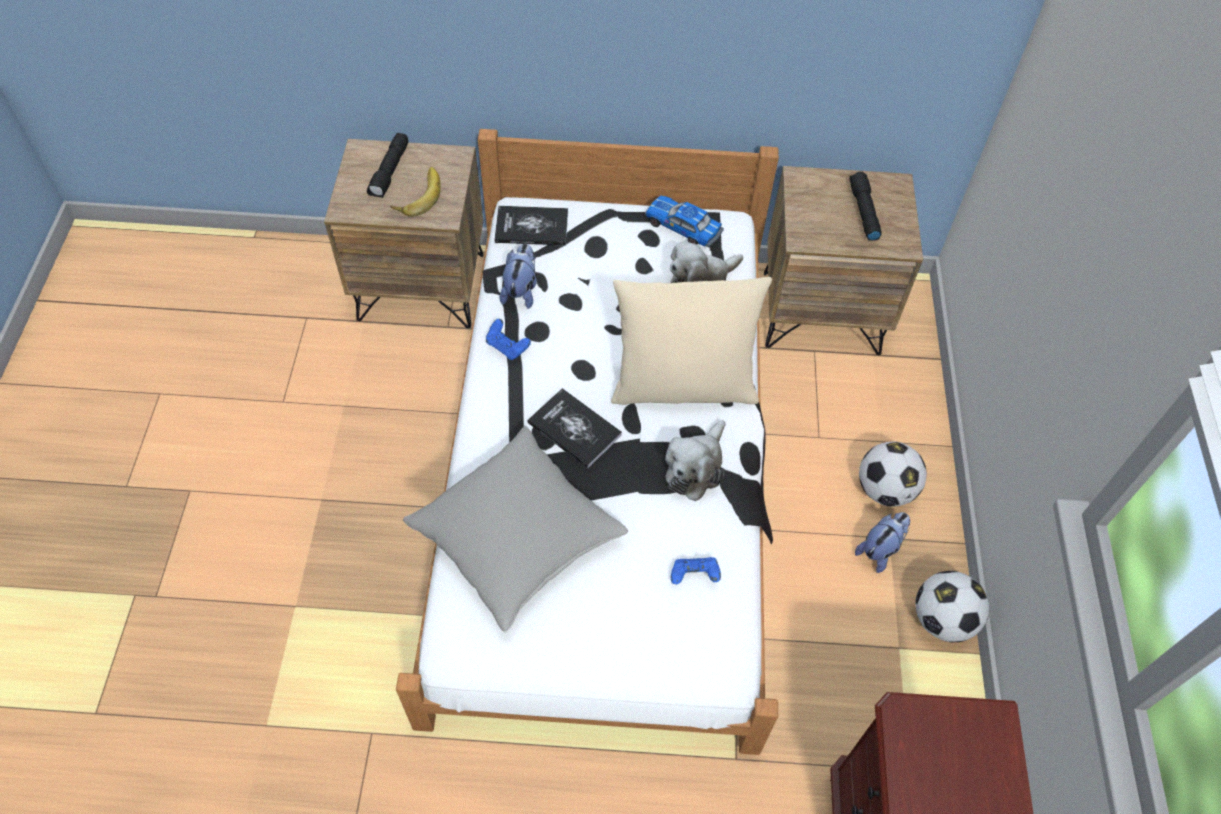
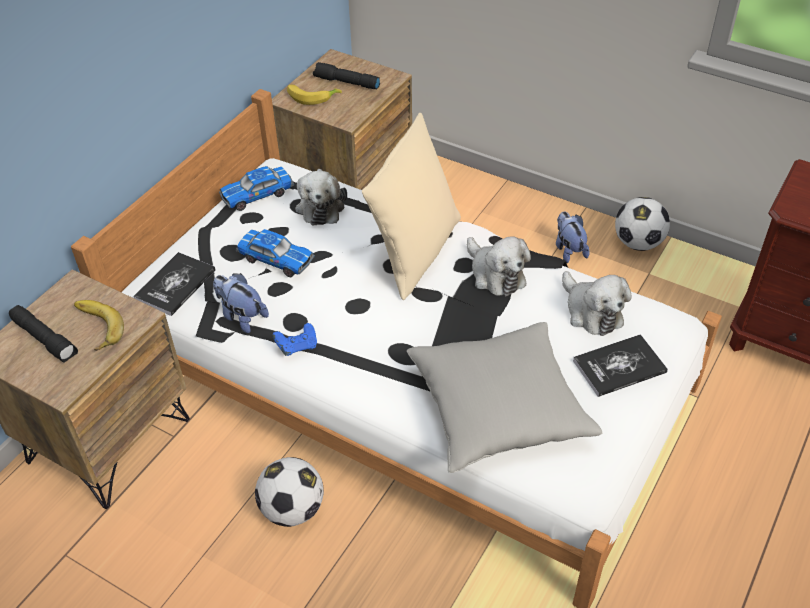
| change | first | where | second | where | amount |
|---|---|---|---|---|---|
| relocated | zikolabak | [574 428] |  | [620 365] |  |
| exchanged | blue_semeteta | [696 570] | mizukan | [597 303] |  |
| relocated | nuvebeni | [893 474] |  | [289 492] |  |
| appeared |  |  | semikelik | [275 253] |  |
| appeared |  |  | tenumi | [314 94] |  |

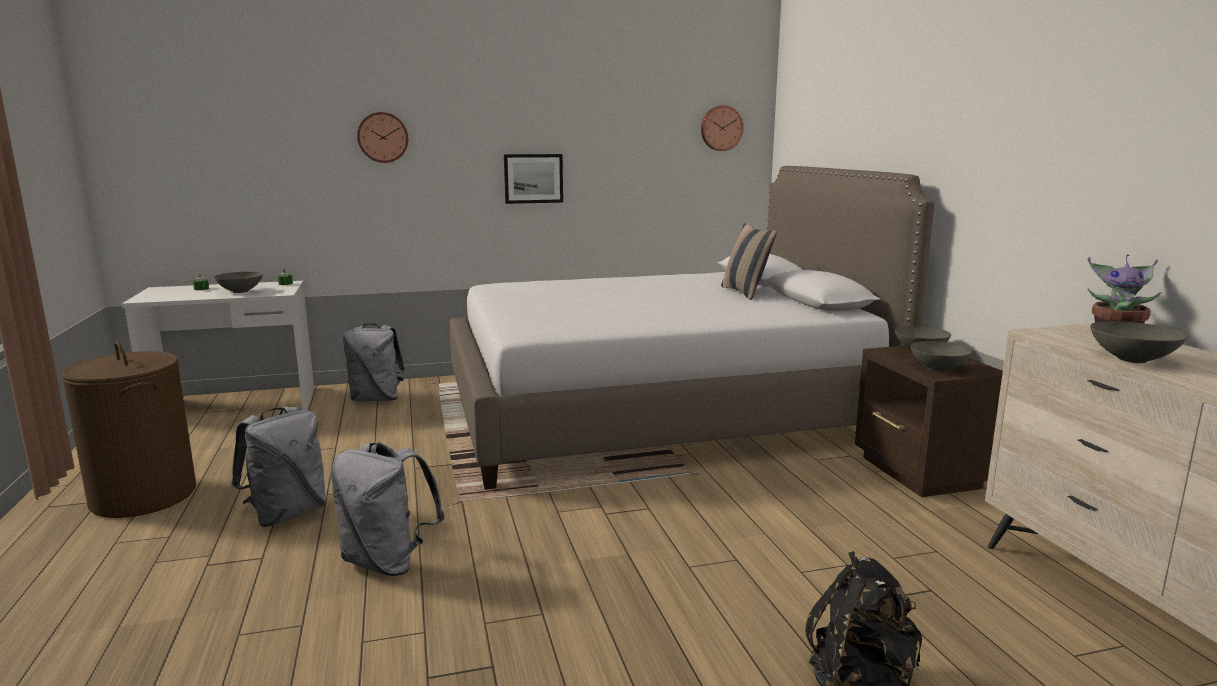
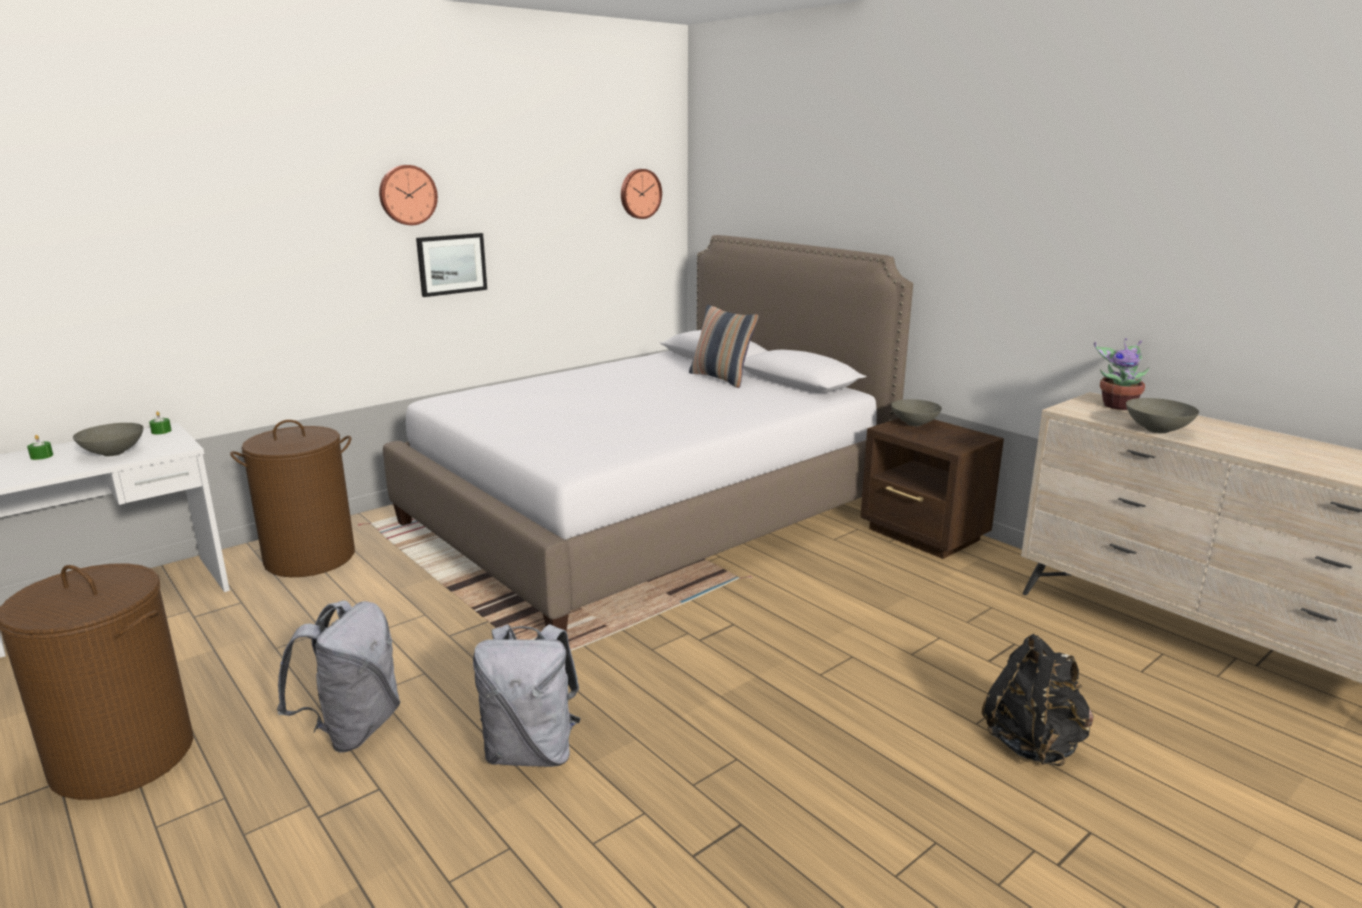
| change | first | where | second | where | amount |
|---|---|---|---|---|---|
| exchanged | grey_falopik | [374 362] | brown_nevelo | [292 498] |  |
| relocated | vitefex | [382 137] |  | [408 195] |  |
| missing | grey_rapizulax | [941 356] |  |  |  |

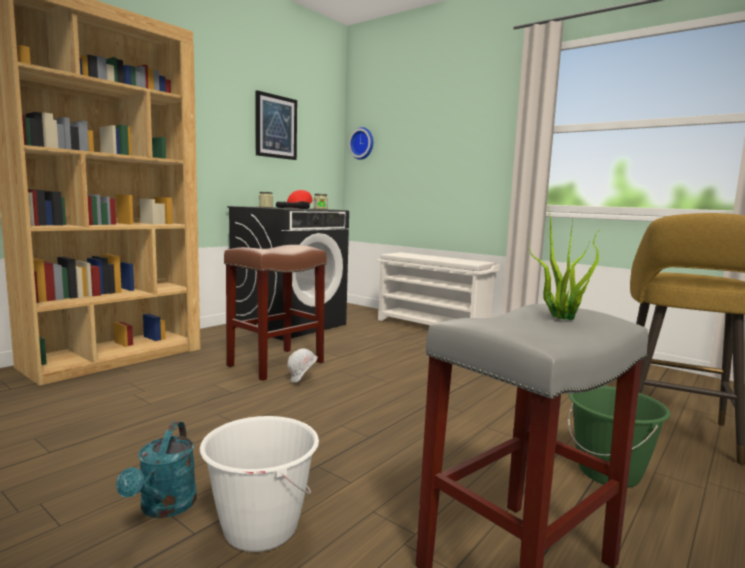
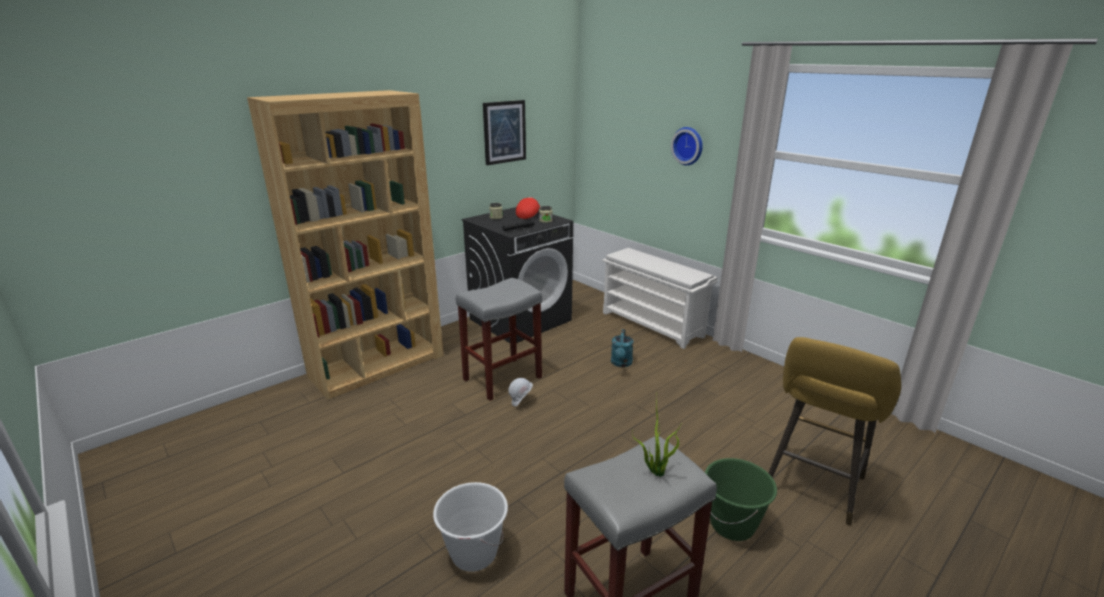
| change | first | where | second | where | amount |
|---|---|---|---|---|---|
| relocated | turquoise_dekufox | [156 470] |  | [622 348] |  |
| colour | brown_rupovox | [275 313] | grey_rupovox | [499 339] |  |
| relocated | vitefex | [360 143] |  | [687 146] |  |

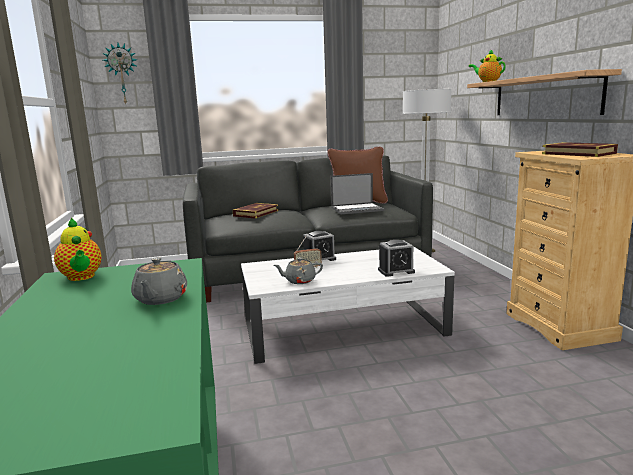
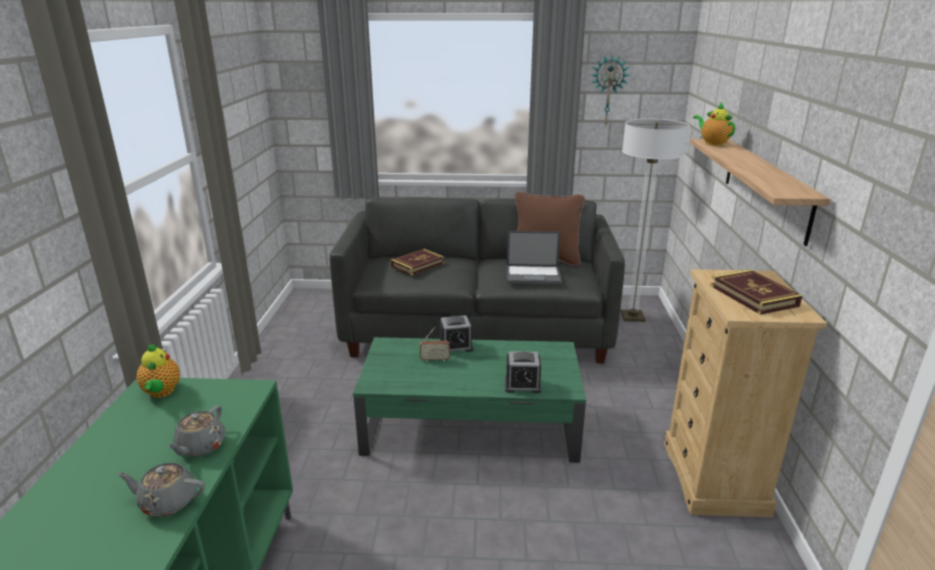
| change | first | where | second | where | amount |
|---|---|---|---|---|---|
| relocated | vitefex | [120 73] |  | [610 90] |  |
| colour | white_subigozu | [348 305] | green_subigozu | [469 400] |  |
| relocated | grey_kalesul | [298 270] |  | [161 490] |  |

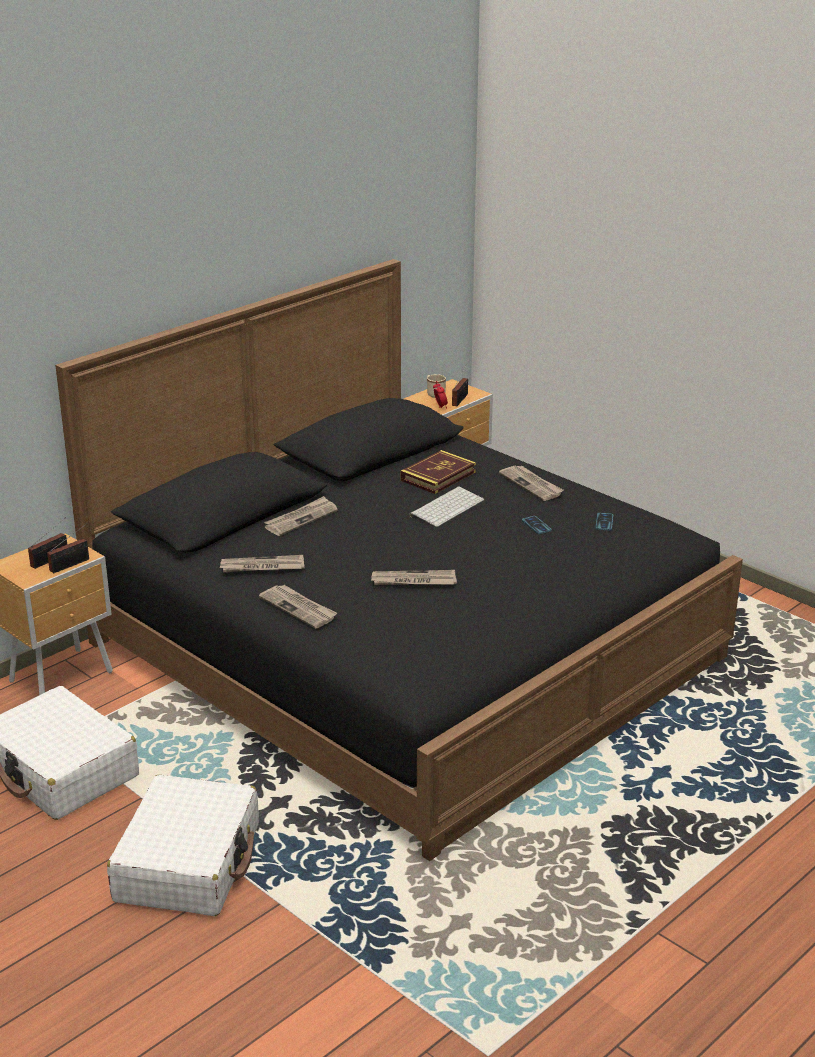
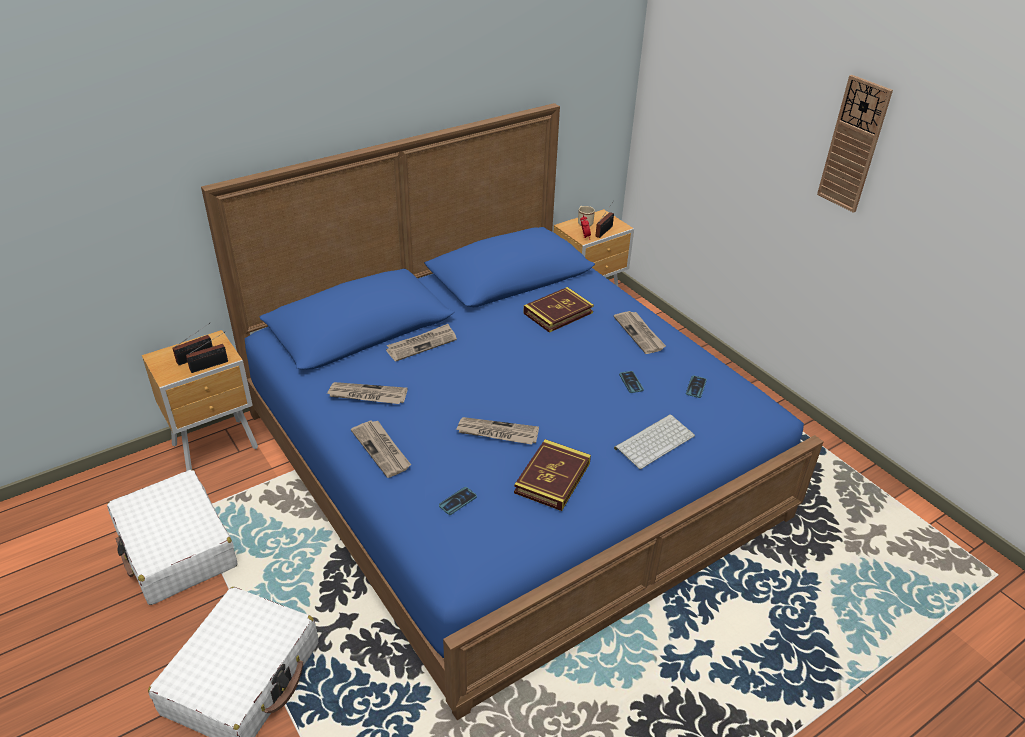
| change | first | where | second | where | amount |
|---|---|---|---|---|---|
| colour | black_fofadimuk | [399 560] | blue_fofadimuk | [512 411] |  |
| relocated | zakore | [446 507] |  | [654 441] |  |
| appeared |  |  | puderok | [458 501] |  |
| appeared |  |  | zikolabak | [552 475] |  |
| appeared |  |  | vitefex | [855 144] |  |

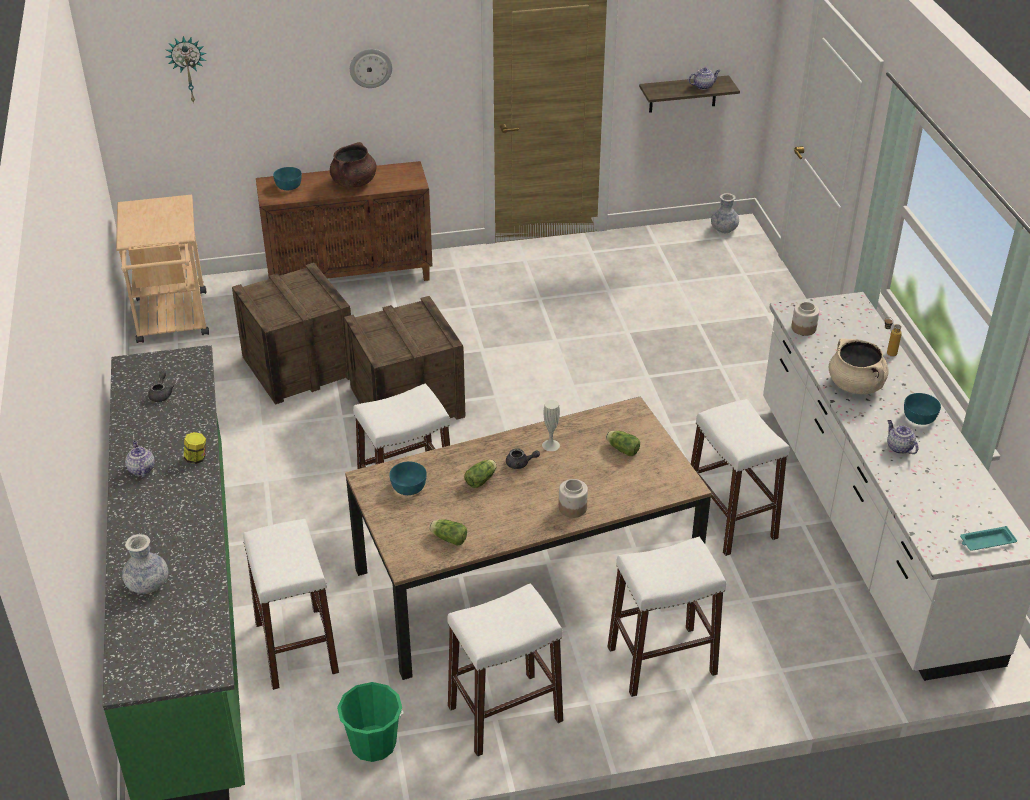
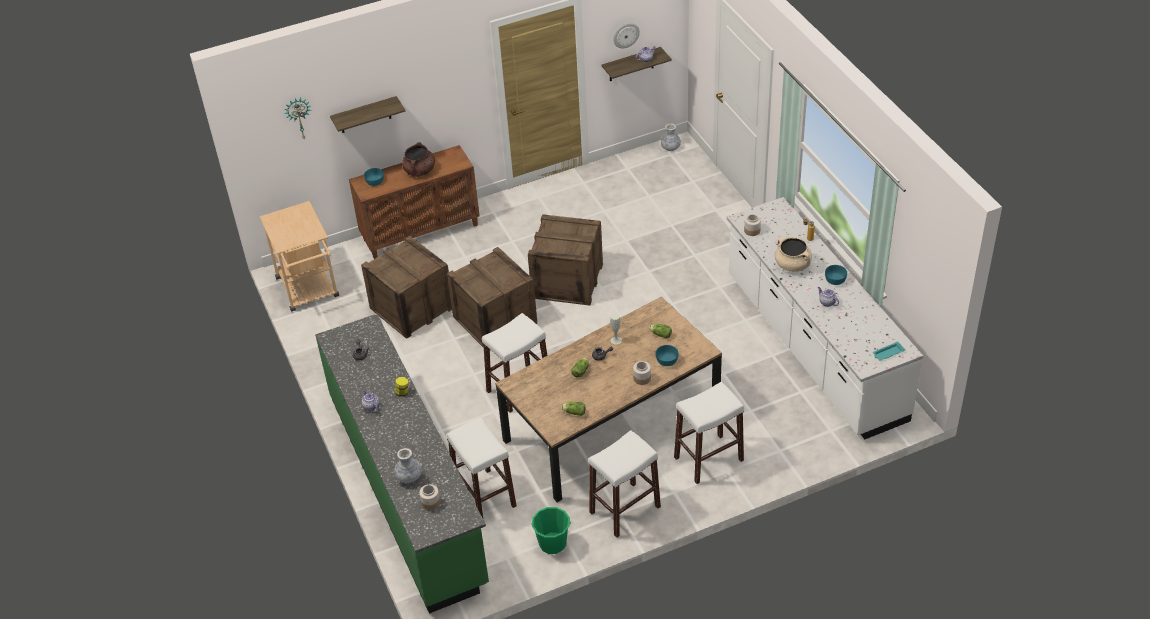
| change | first | where | second | where | amount |
|---|---|---|---|---|---|
| relocated | vitefex | [371 68] |  | [626 36] |  |
| relocated | turquoise_rapizulax | [408 478] |  | [667 355] |  |
| missing | white_rupovox | [740 477] |  |  |  |
| appeared |  |  | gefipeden | [367 114] |  |
| appeared |  |  | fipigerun | [429 497] |  |
| appeared |  |  | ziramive | [565 260] |  |

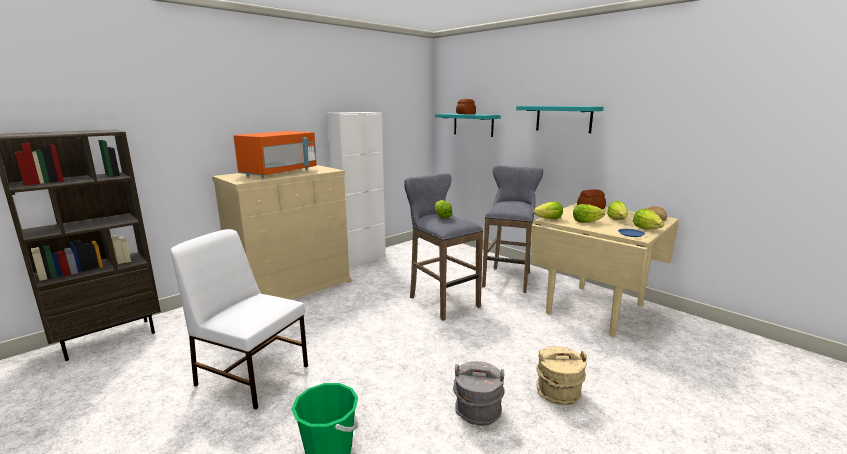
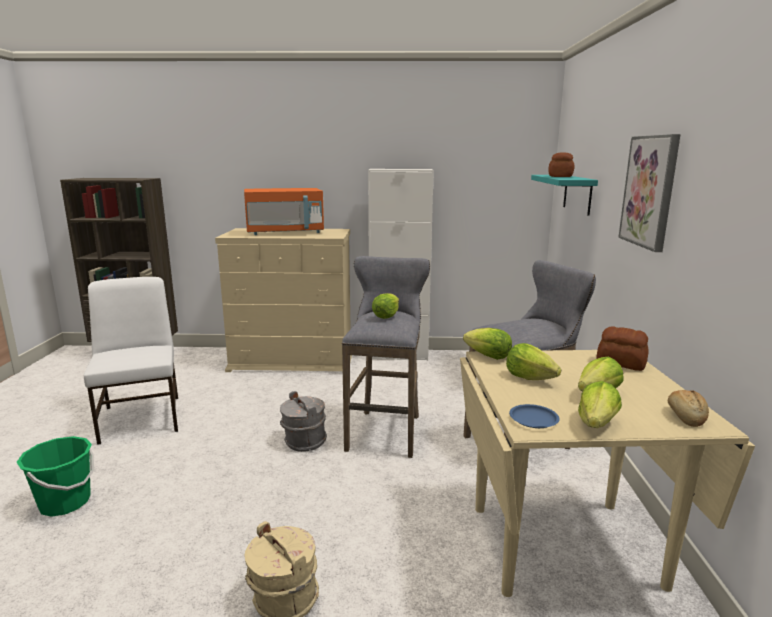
| change | first | where | second | where | amount |
|---|---|---|---|---|---|
| relocated | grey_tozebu | [478 393] |  | [303 421] |  |
| exchanged | turquoise_gefipeden | [559 119] | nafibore | [649 193] |  |

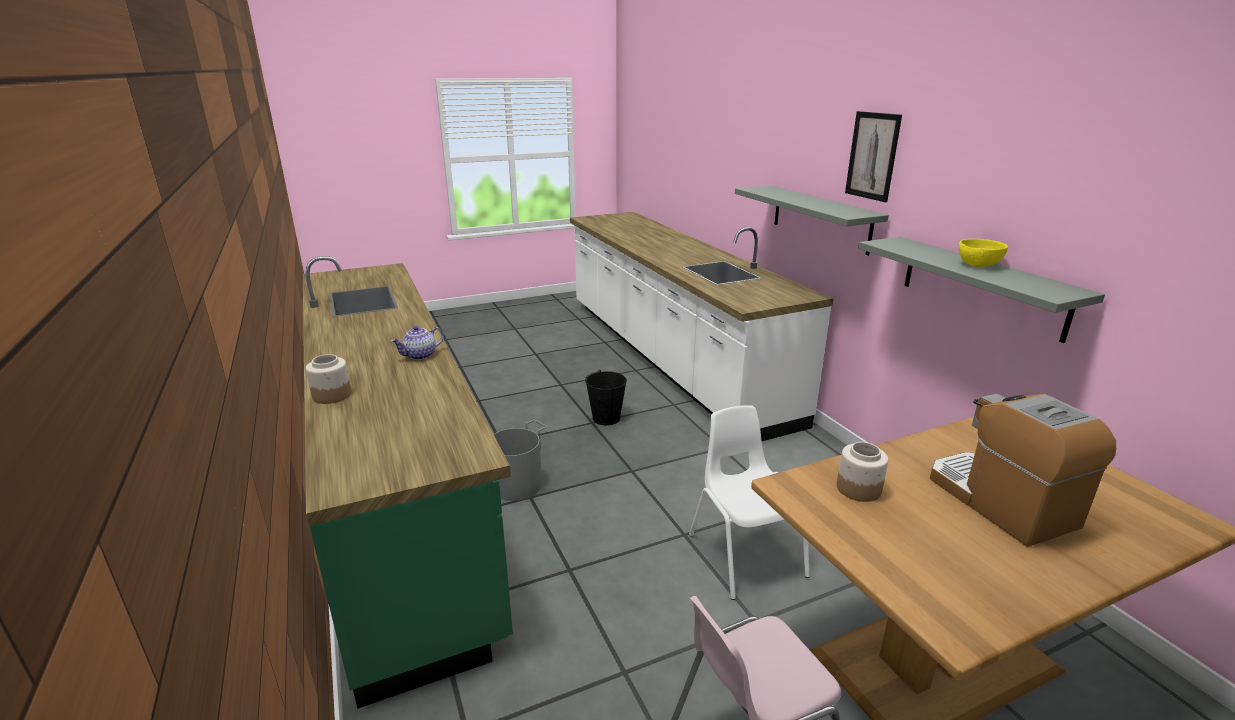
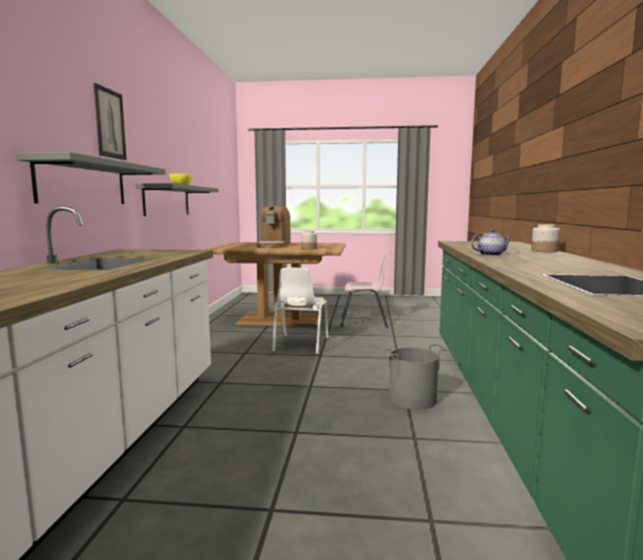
| change | first | where | second | where | amount |
|---|---|---|---|---|---|
| missing | black_tozebu | [606 397] |  |  |  |

